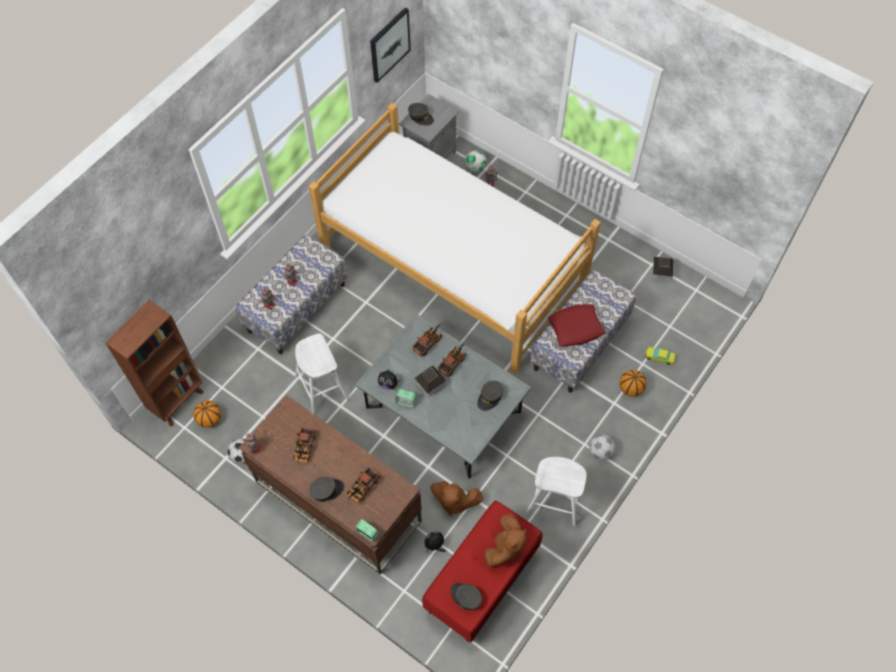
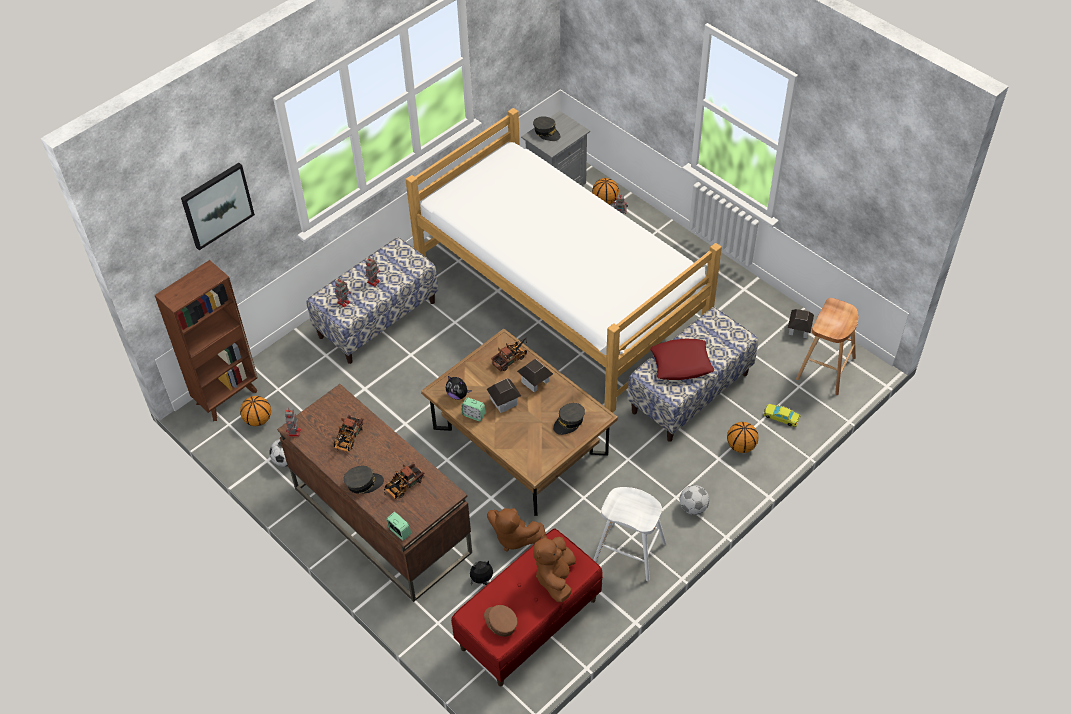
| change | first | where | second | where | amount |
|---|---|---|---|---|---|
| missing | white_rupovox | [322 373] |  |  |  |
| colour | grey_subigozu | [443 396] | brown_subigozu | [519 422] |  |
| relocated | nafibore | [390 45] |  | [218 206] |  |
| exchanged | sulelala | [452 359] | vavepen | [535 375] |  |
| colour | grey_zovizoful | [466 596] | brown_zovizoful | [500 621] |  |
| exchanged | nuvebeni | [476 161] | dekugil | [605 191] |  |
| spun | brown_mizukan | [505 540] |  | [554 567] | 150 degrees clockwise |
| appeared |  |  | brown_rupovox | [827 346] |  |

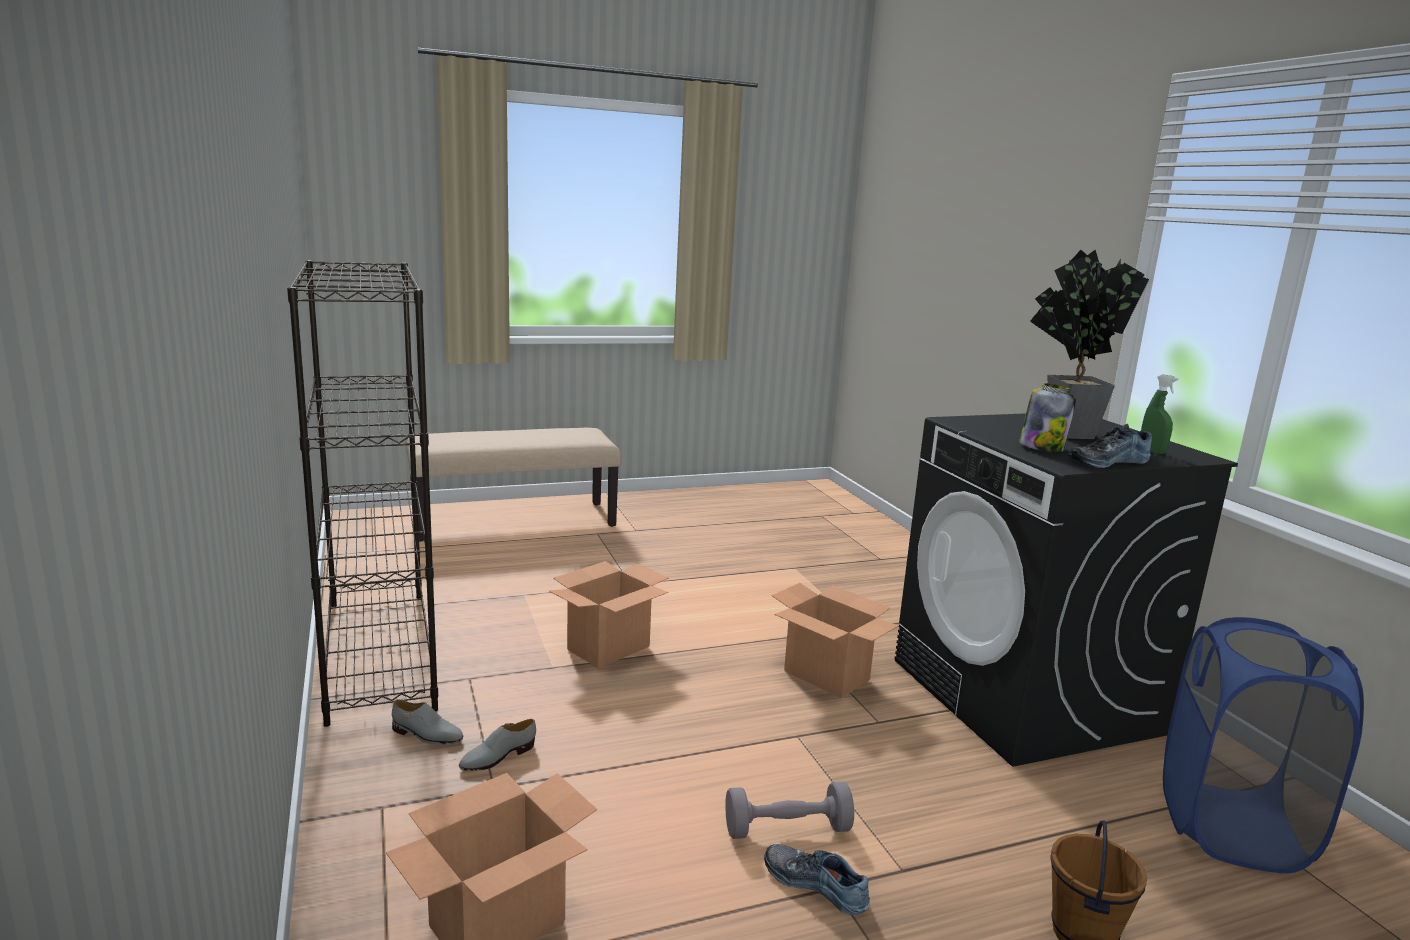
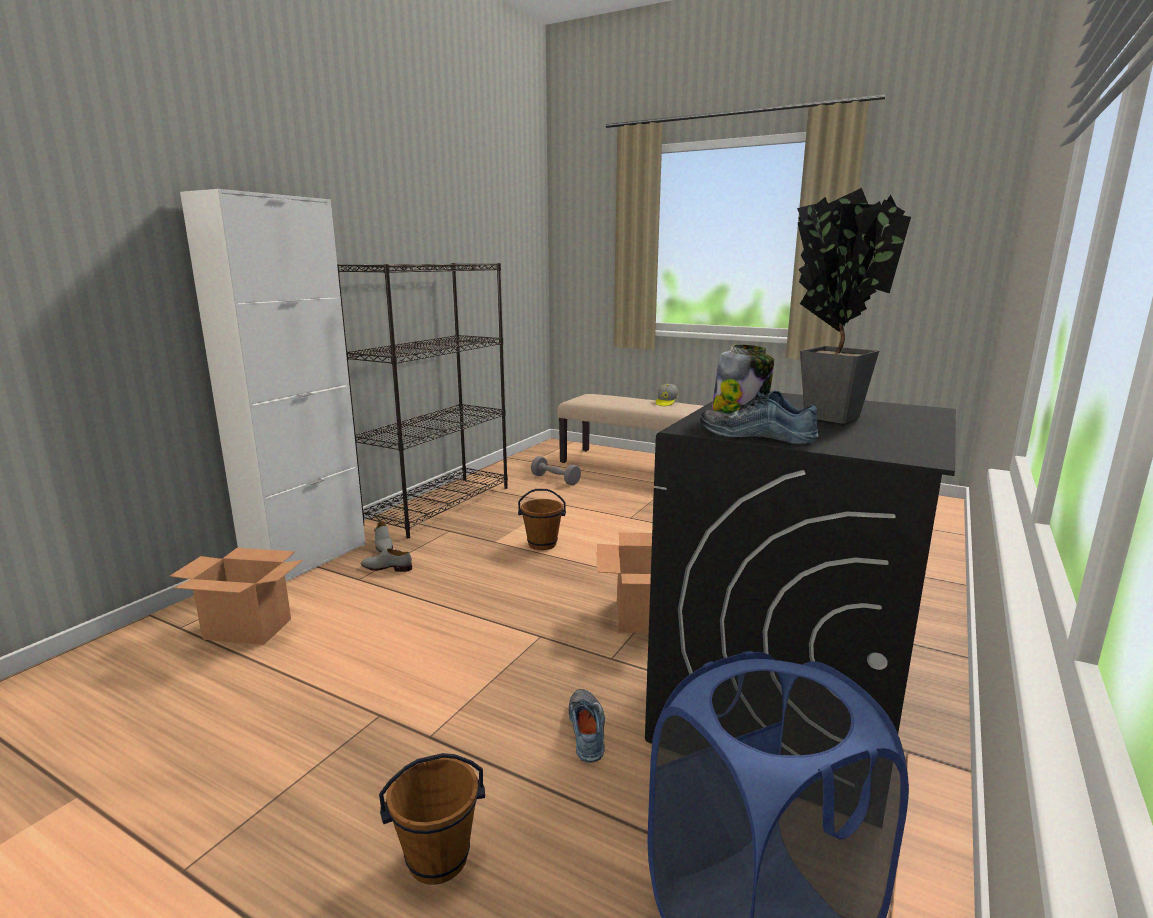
| change | first | where | second | where | amount |
|---|---|---|---|---|---|
| exchanged | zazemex | [609 614] | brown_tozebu | [542 519] |  |
| relocated | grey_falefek | [789 810] |  | [556 470] |  |
| relocated | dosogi | [817 879] |  | [587 726] |  |
| missing | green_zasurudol | [1160 414] |  |  |  |
| appeared |  |  | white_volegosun | [273 385] |  |
| appeared |  |  | zovizoful | [667 395] |  |

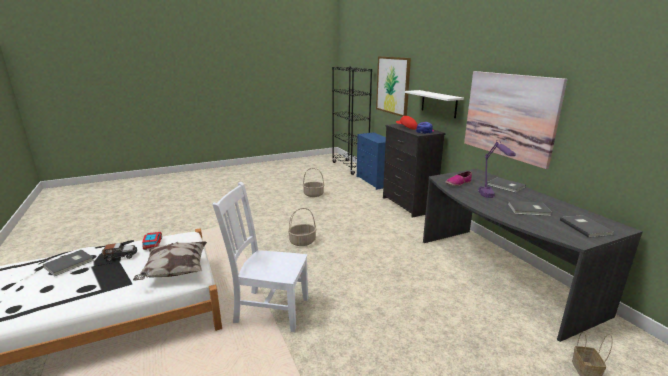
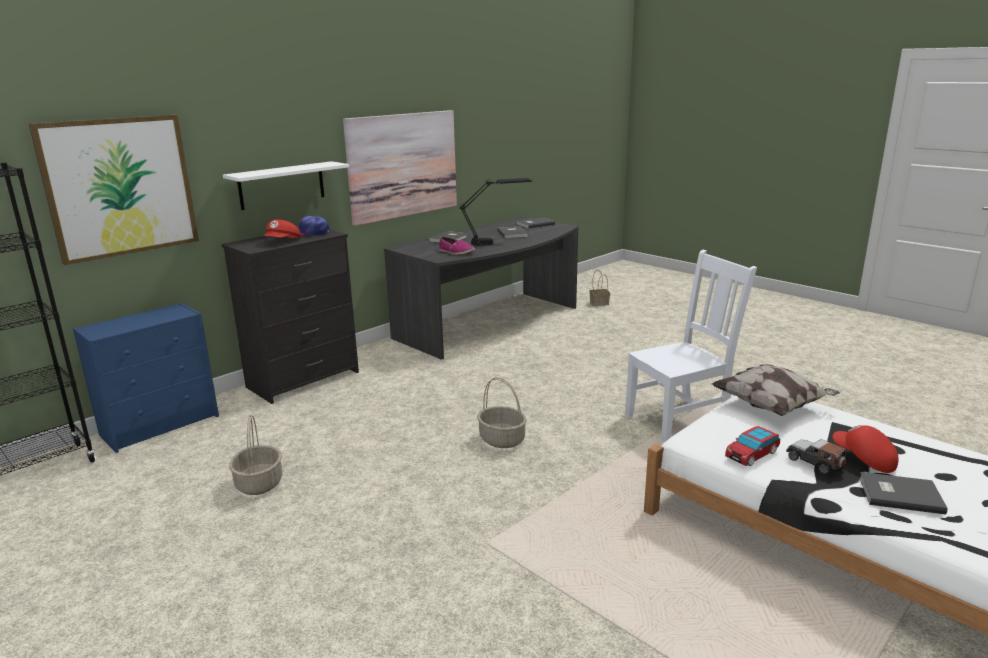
| change | first | where | second | where | amount |
|---|---|---|---|---|---|
| spun | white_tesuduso | [260 257] |  | [691 346] | 105 degrees counterclockwise |
| colour | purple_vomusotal | [497 169] | black_vomusotal | [496 212] |  |
| appeared |  |  | red_zovizoful | [866 449] |  |

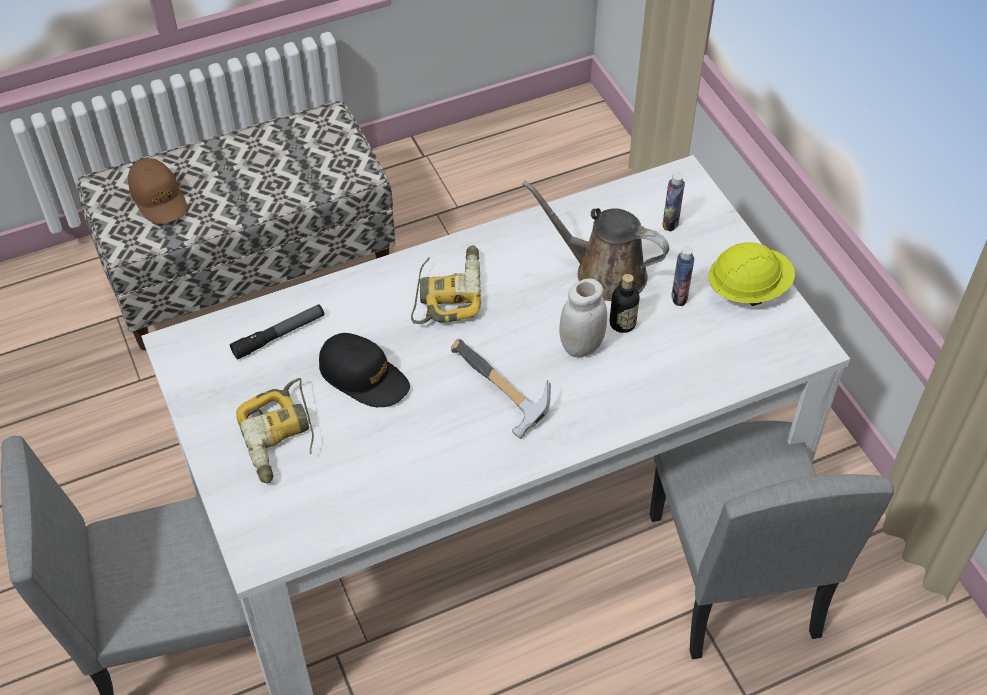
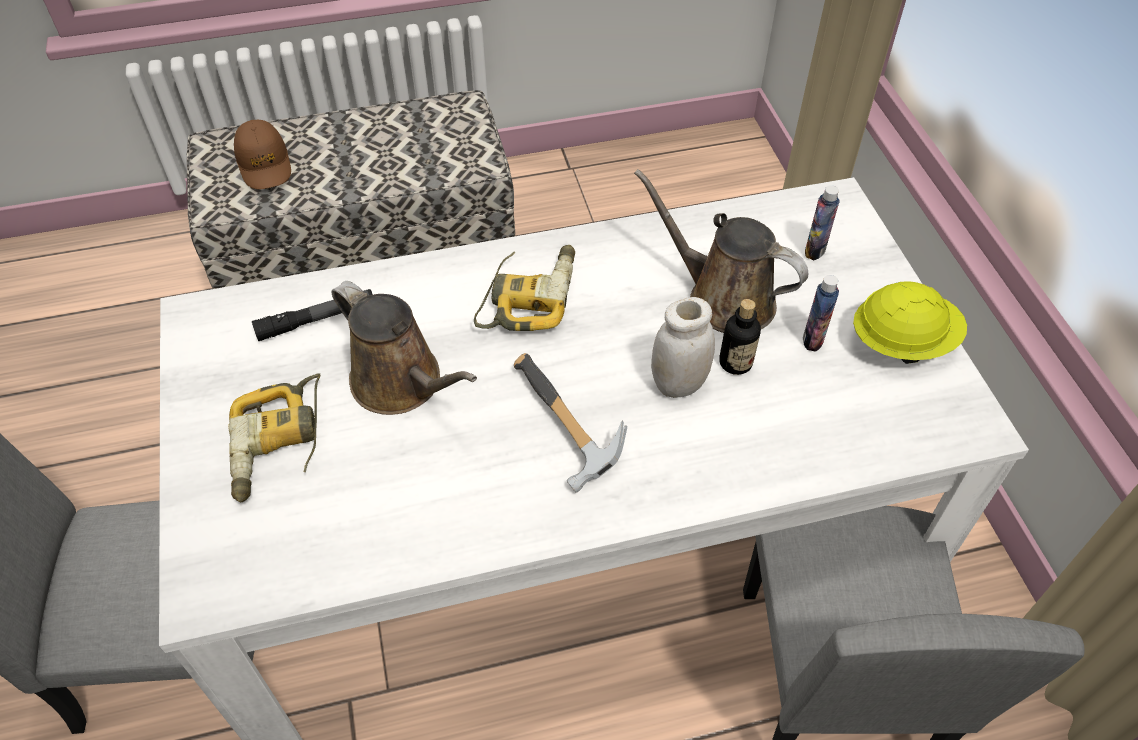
| change | first | where | second | where | amount |
|---|---|---|---|---|---|
| exchanged | black_zovizoful | [364 370] | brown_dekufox | [404 348] |  |

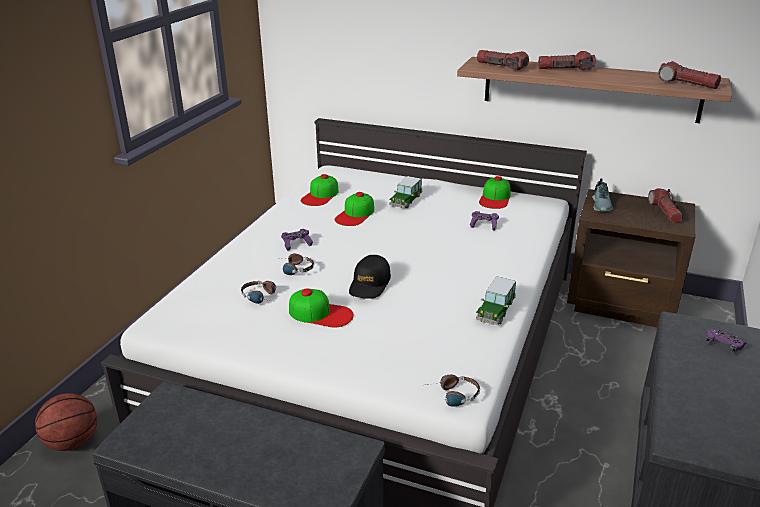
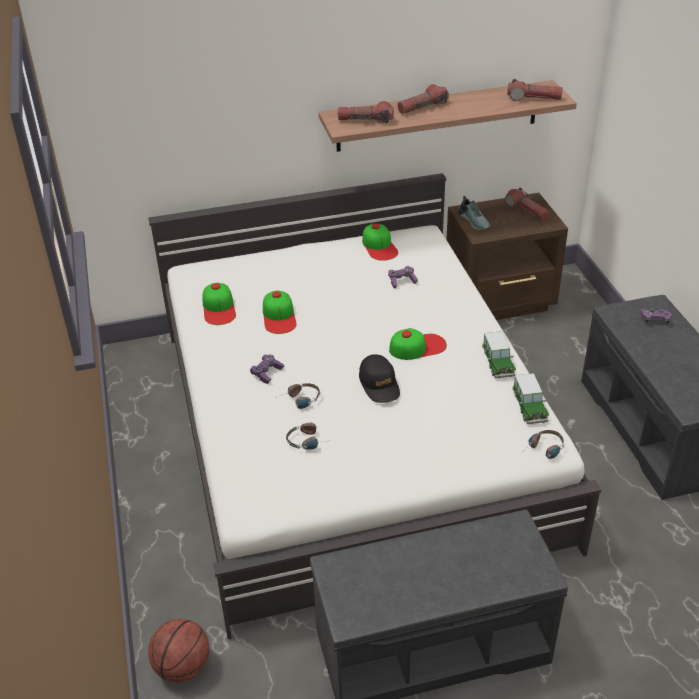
| change | first | where | second | where | amount |
|---|---|---|---|---|---|
| relocated | zovizoful | [321 308] |  | [418 344] |  |
| relocated | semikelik | [405 192] |  | [530 399] |  |

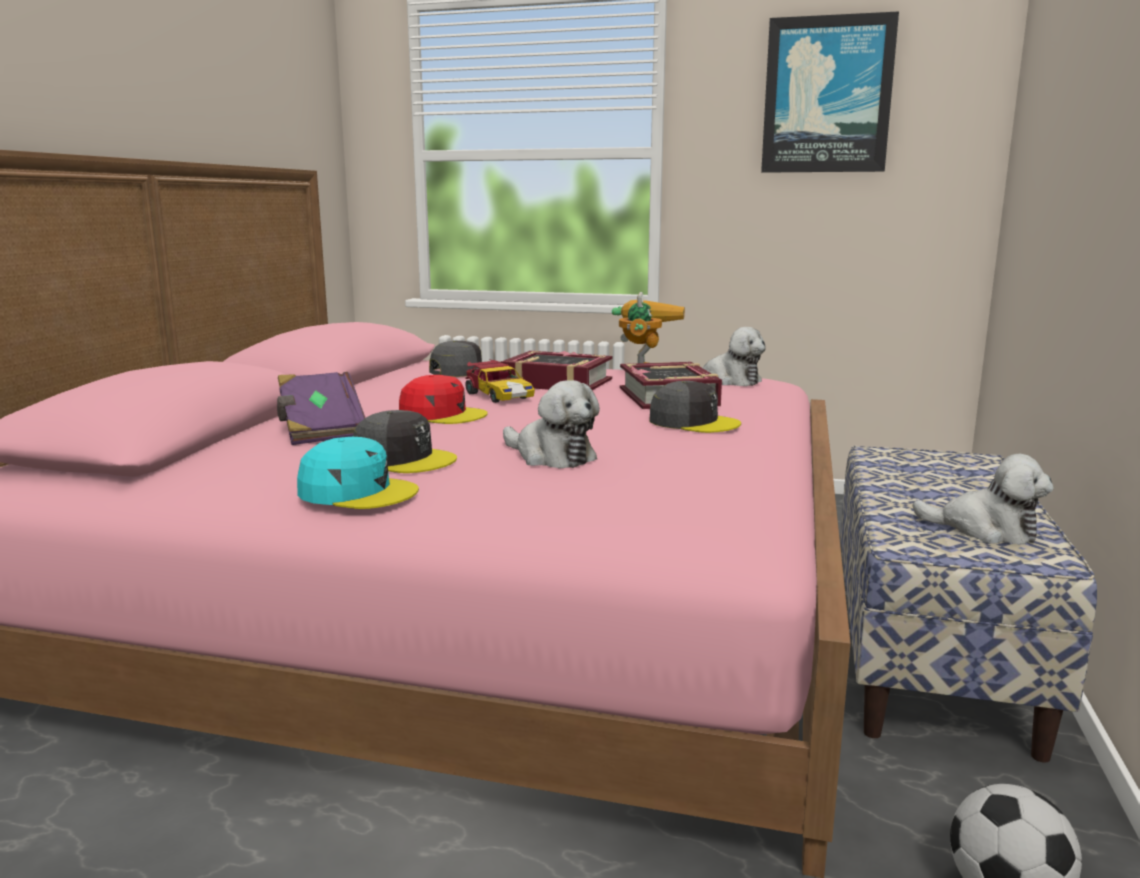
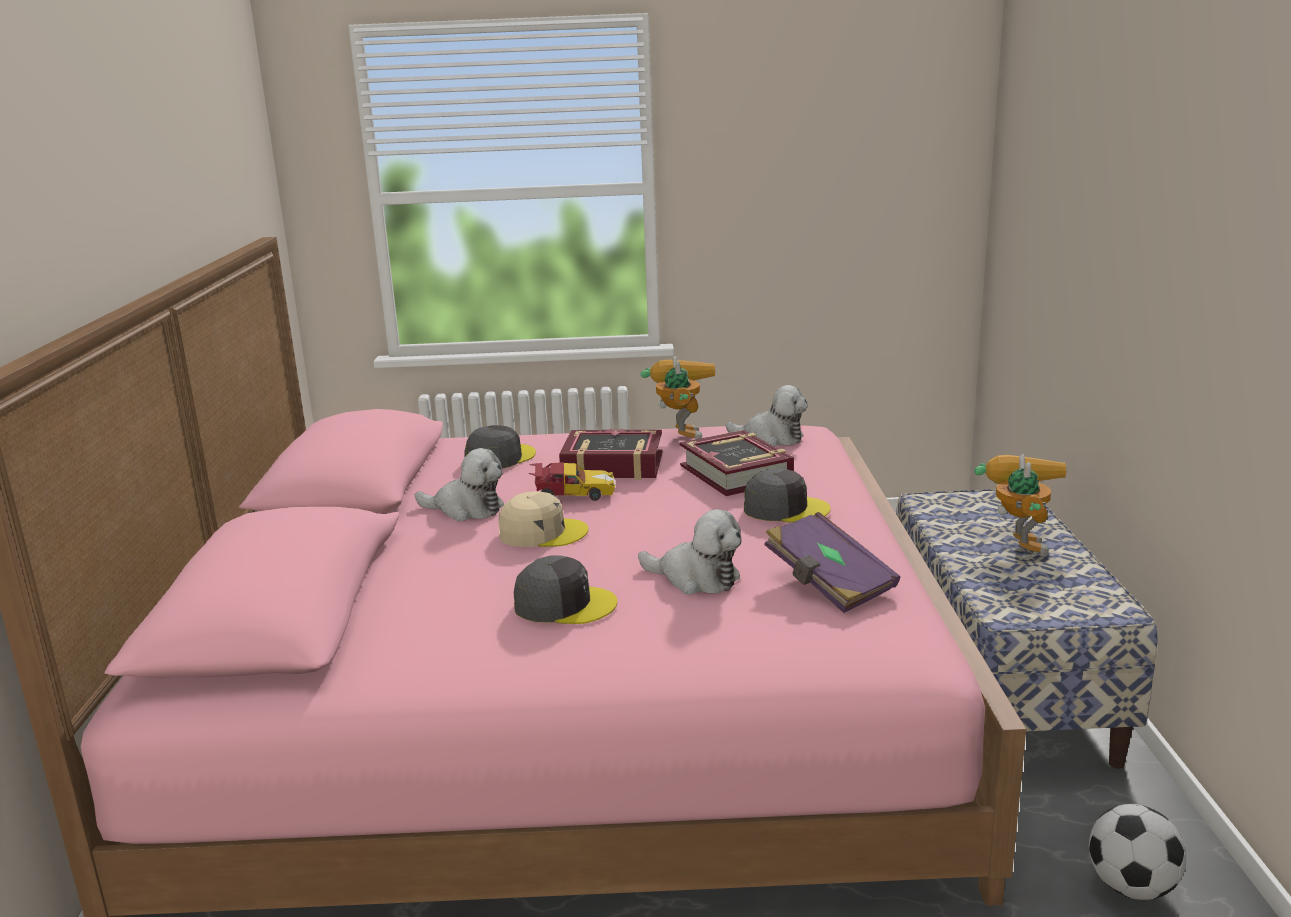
| change | first | where | second | where | amount |
|---|---|---|---|---|---|
| relocated | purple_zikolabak | [321 408] |  | [832 562] |  |
| missing | turquoise_zovizoful | [358 473] |  |  |  |
| colour | red_zovizoful | [443 399] | beige_zovizoful | [544 519] |  |
| spun | semikelik | [500 381] |  | [572 481] | 45 degrees counterclockwise |
| missing | nafibore | [830 92] |  |  |  |
| relocated | mizukan | [983 499] |  | [459 484] |  |
| appeared |  |  | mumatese | [1020 505] |  |

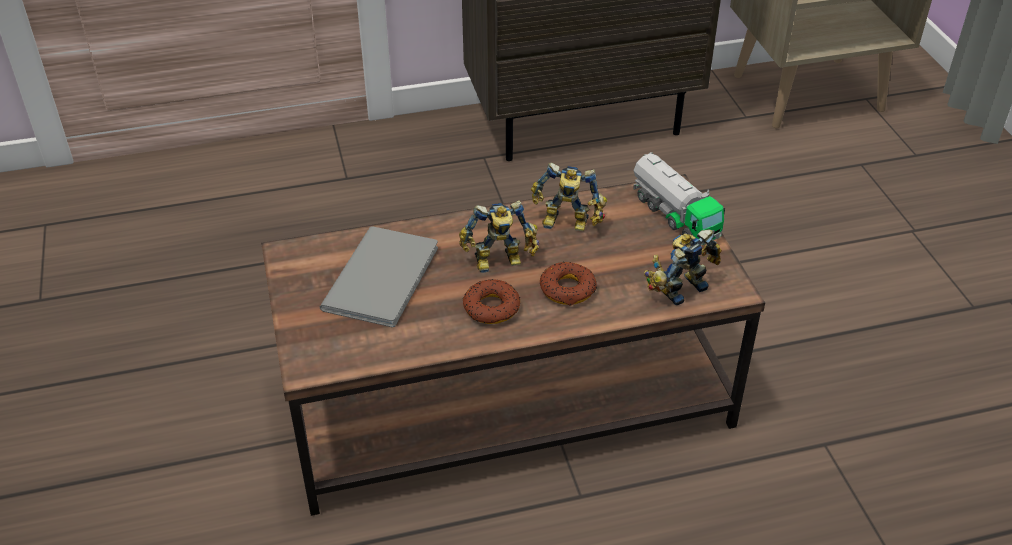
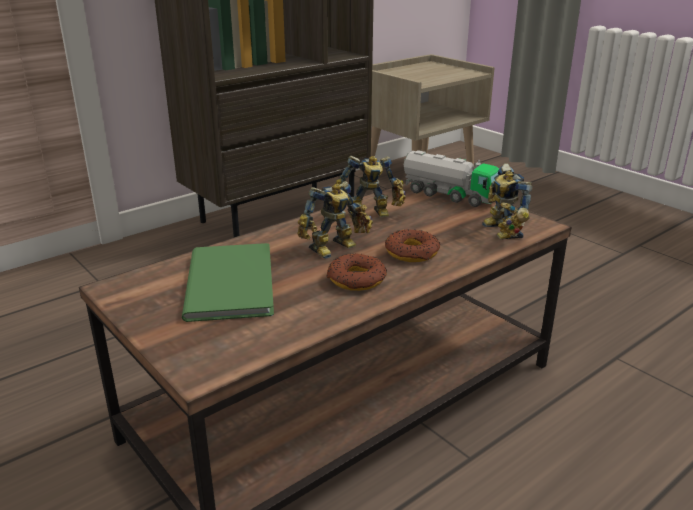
| change | first | where | second | where | amount |
|---|---|---|---|---|---|
| colour | grey_zikolabak | [379 276] | green_zikolabak | [228 282] |  |
| spun | mumatese | [683 267] |  | [507 201] | 45 degrees counterclockwise |

